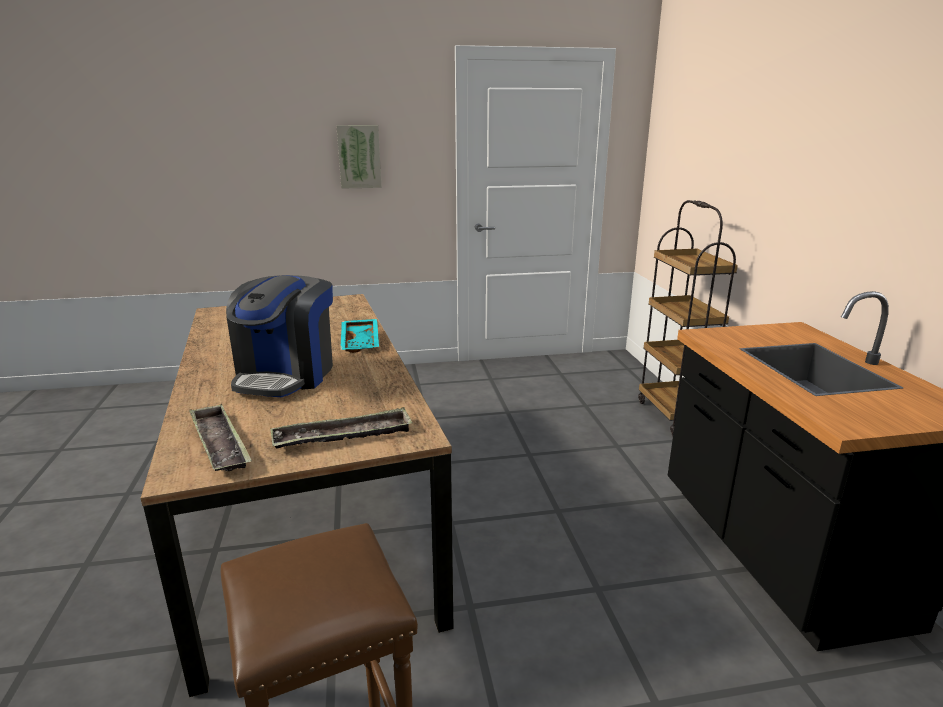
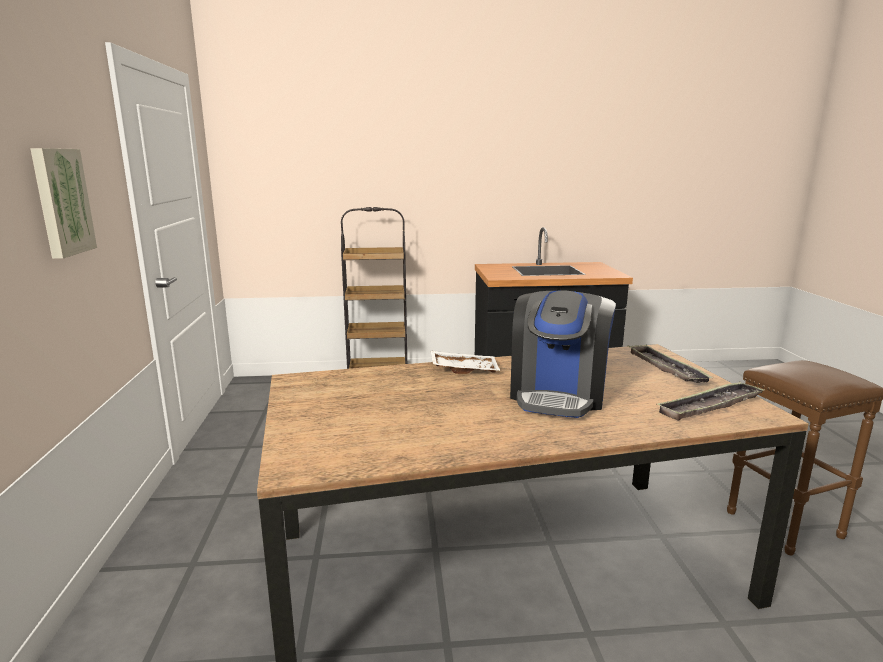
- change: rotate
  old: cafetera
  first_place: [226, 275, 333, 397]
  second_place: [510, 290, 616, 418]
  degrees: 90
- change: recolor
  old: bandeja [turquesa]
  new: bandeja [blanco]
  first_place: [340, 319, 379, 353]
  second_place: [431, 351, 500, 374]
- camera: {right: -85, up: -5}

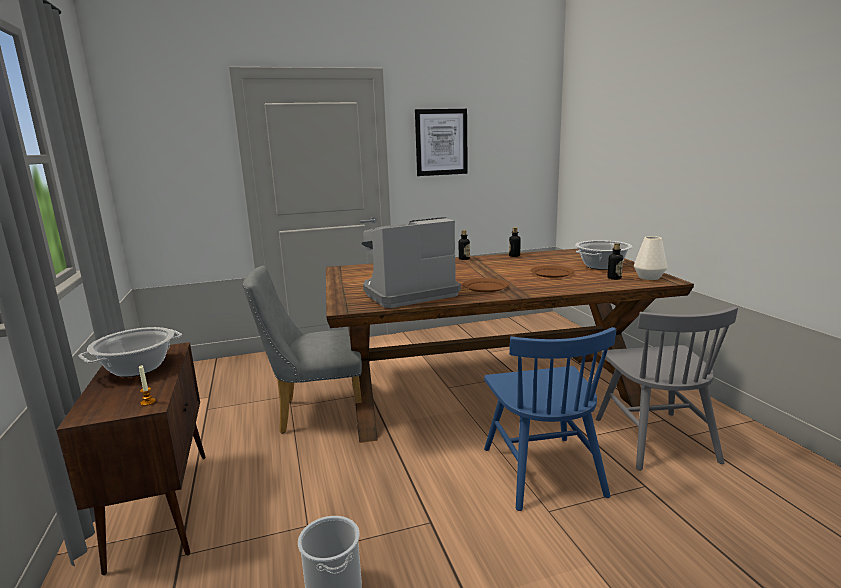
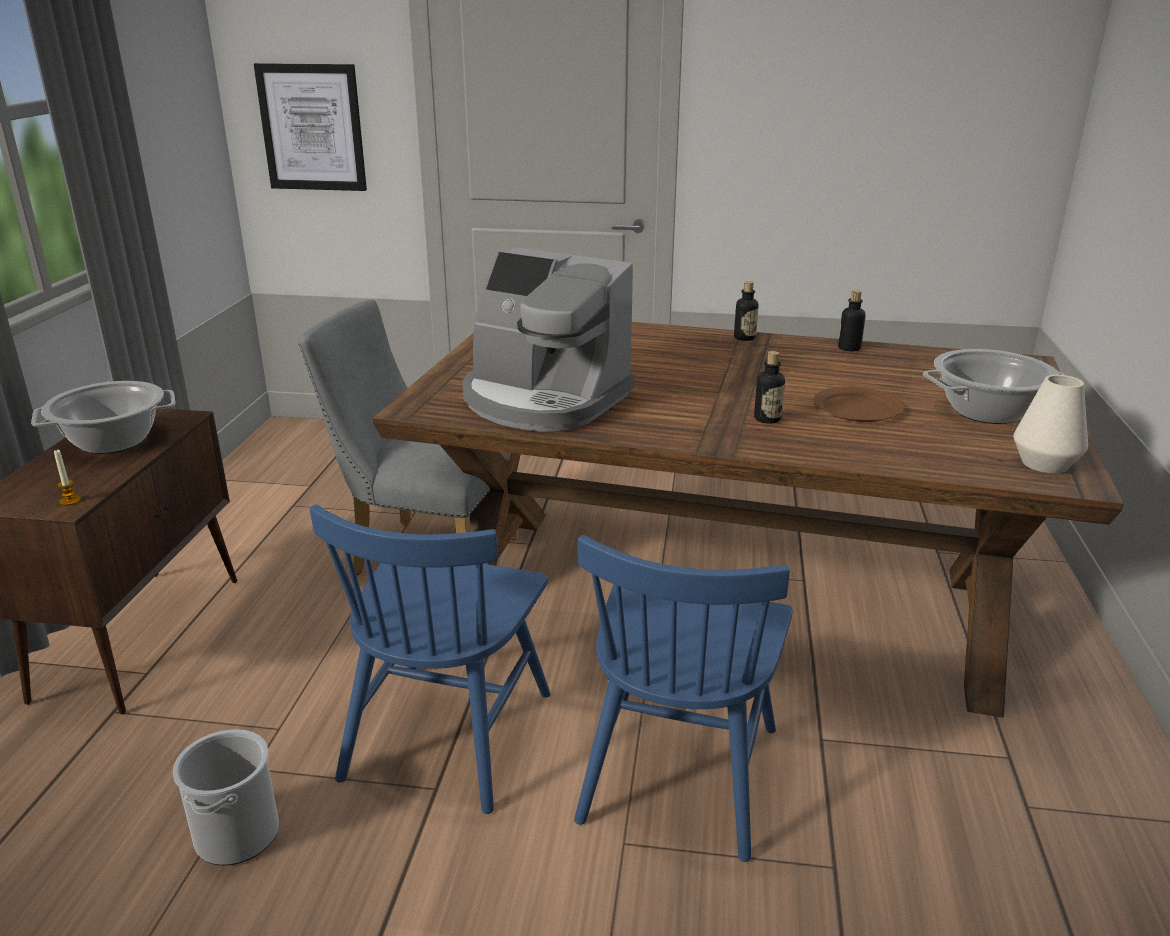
- change: rotate
  old: cafetera
  first_place: [361, 217, 461, 308]
  second_place: [462, 247, 634, 432]
  degrees: -150
- change: move
  old: cuadro
  first_place: [415, 109, 468, 176]
  second_place: [254, 63, 367, 191]
- change: delete
  old: plato [marrón]
  first_place: [463, 278, 509, 292]
- change: delete
  old: silla [gris]
  first_place: [596, 306, 738, 471]
- change: move
  old: botella
  first_place: [607, 243, 623, 280]
  second_place: [754, 351, 785, 423]
- change: insert
  new: silla [azul]
  second_place: [310, 504, 551, 814]
- camera: {right: 25, up: 10}

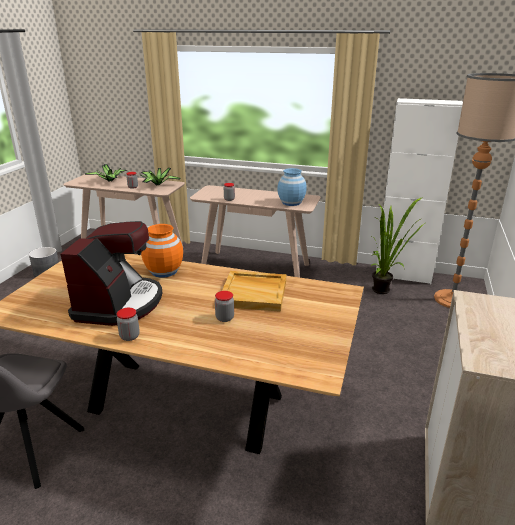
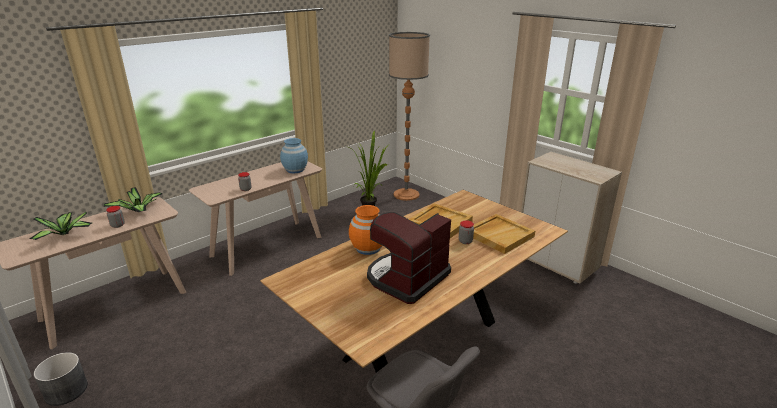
- change: rotate
  old: cafetera
  first_place: [60, 221, 163, 326]
  second_place: [367, 212, 451, 304]
  degrees: -90
- change: delete
  old: tarro
  first_place: [117, 308, 140, 341]
- change: delete
  old: armario [blanco]
  first_place: [376, 98, 463, 284]
- change: insert
  new: bandeja [beis]
  second_place: [473, 214, 535, 254]
- camera: {right: -60, up: 0}

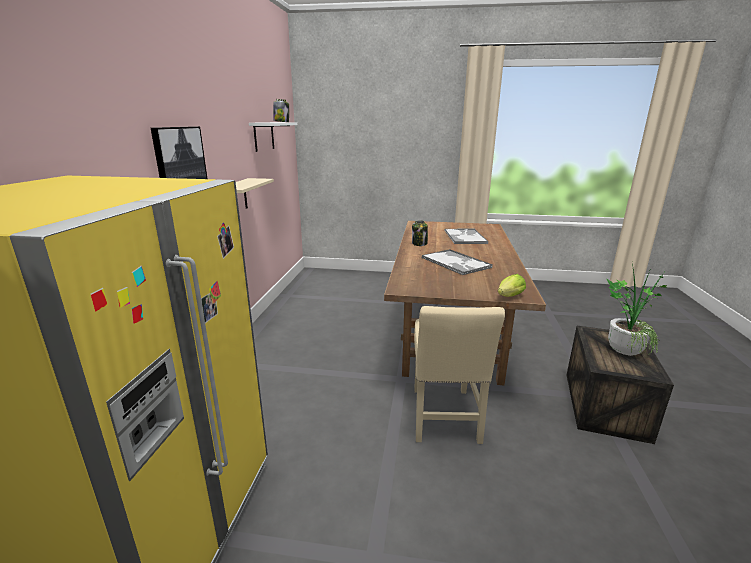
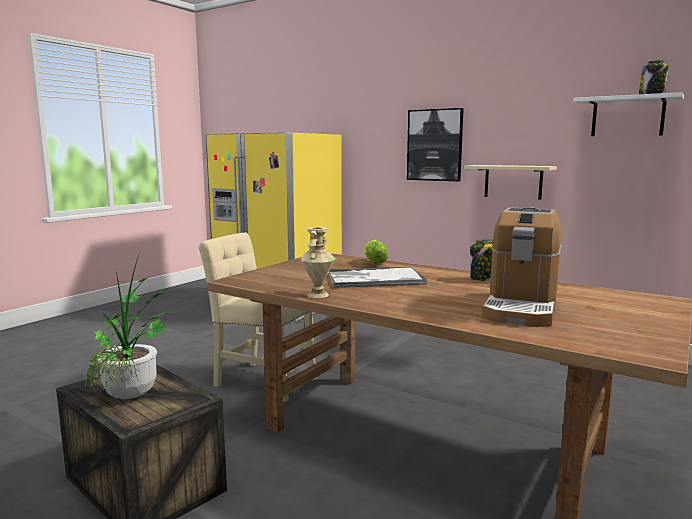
- change: replace
  old: bandeja
  new: cafetera
  first_place: [445, 229, 488, 244]
  second_place: [482, 207, 562, 327]
- change: move
  old: lechuga
  first_place: [498, 274, 526, 297]
  second_place: [364, 240, 388, 264]
- change: insert
  new: florero [beis]
  second_place: [300, 227, 335, 298]
- camera: {right: 115, up: -10}

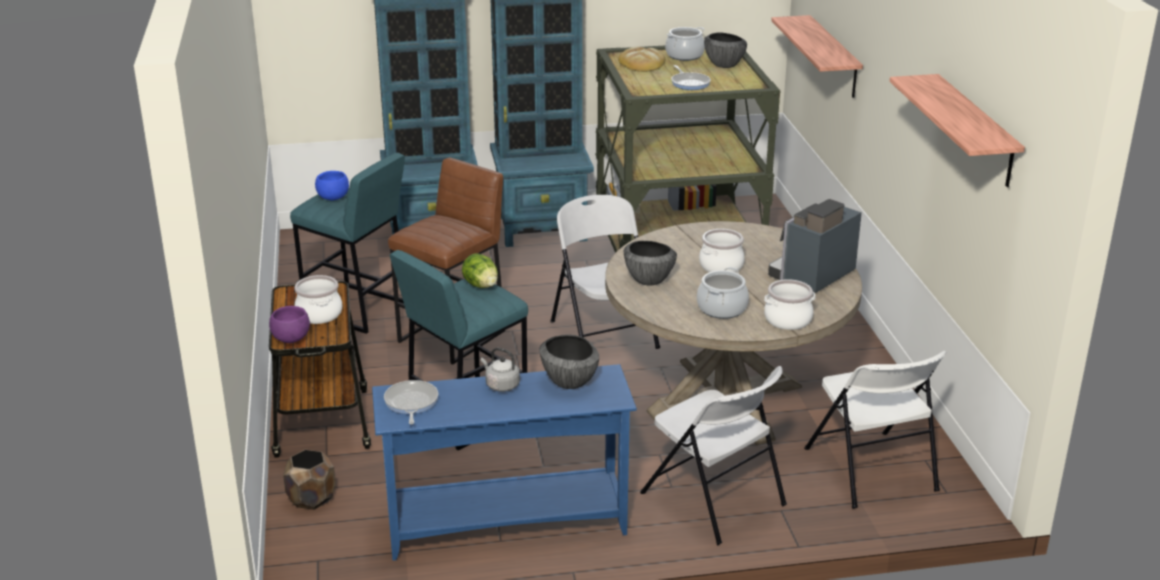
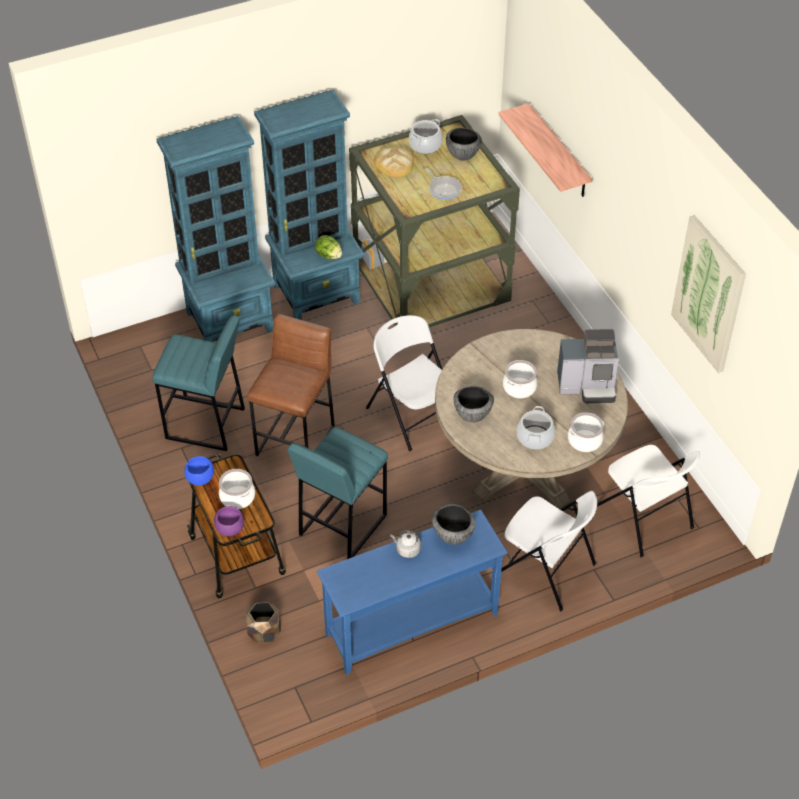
- change: move
  old: cuenco [azul]
  first_place: [315, 171, 349, 200]
  second_place: [184, 456, 214, 486]
- change: delete
  old: sartén
  first_place: [384, 380, 439, 425]
- change: move
  old: lechuga
  first_place: [462, 253, 498, 288]
  second_place: [315, 235, 342, 259]
- change: rotate
  old: cafetera
  first_place: [768, 199, 862, 293]
  second_place: [557, 329, 619, 403]
  degrees: -120
- change: replace
  old: estante
  new: cuadro
  first_place: [889, 74, 1025, 187]
  second_place: [671, 215, 746, 373]
- camera: {right: -15, up: 20}

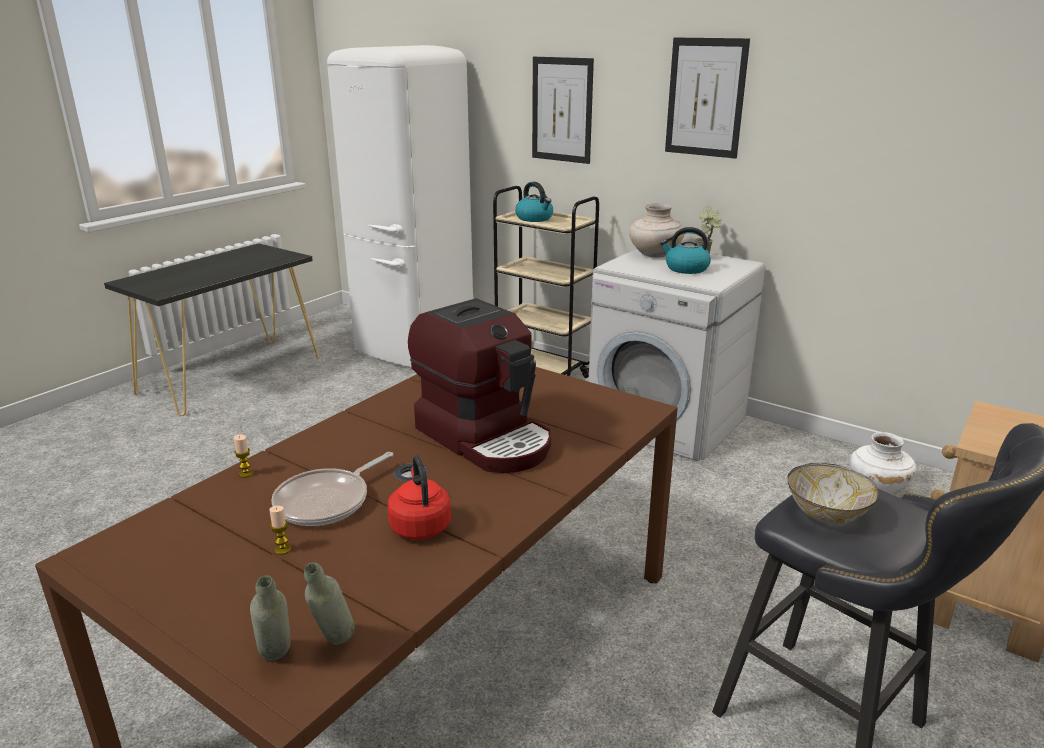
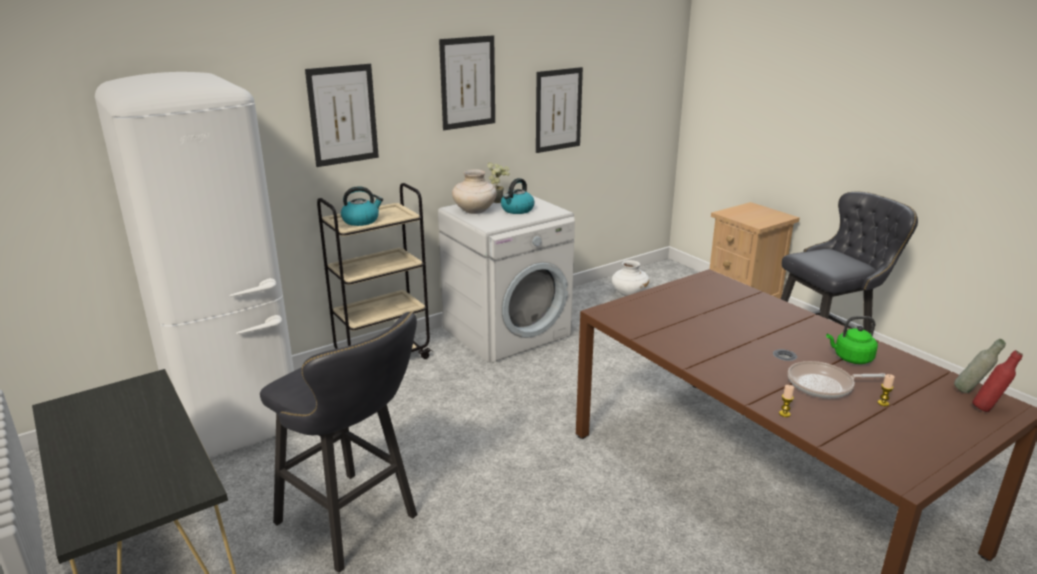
- change: recolor
  old: botella [gris]
  new: botella [rojo]
  first_place: [250, 575, 291, 660]
  second_place: [972, 350, 1023, 412]
- change: rotate
  old: sartén
  first_place: [271, 452, 393, 526]
  second_place: [788, 361, 886, 398]
  degrees: 120
- change: recolor
  old: hervidor [rojo]
  new: hervidor [verde]
  first_place: [388, 455, 451, 540]
  second_place: [826, 316, 878, 364]
- change: delete
  old: cafetera
  first_place: [408, 298, 551, 473]
- change: delete
  old: cuenco
  first_place: [788, 463, 878, 524]
- change: insert
  new: taburete [negro]
  second_place: [260, 311, 417, 573]
- change: insert
  new: cuadro
  second_place: [536, 67, 583, 153]
- camera: {right: -70, up: 0}

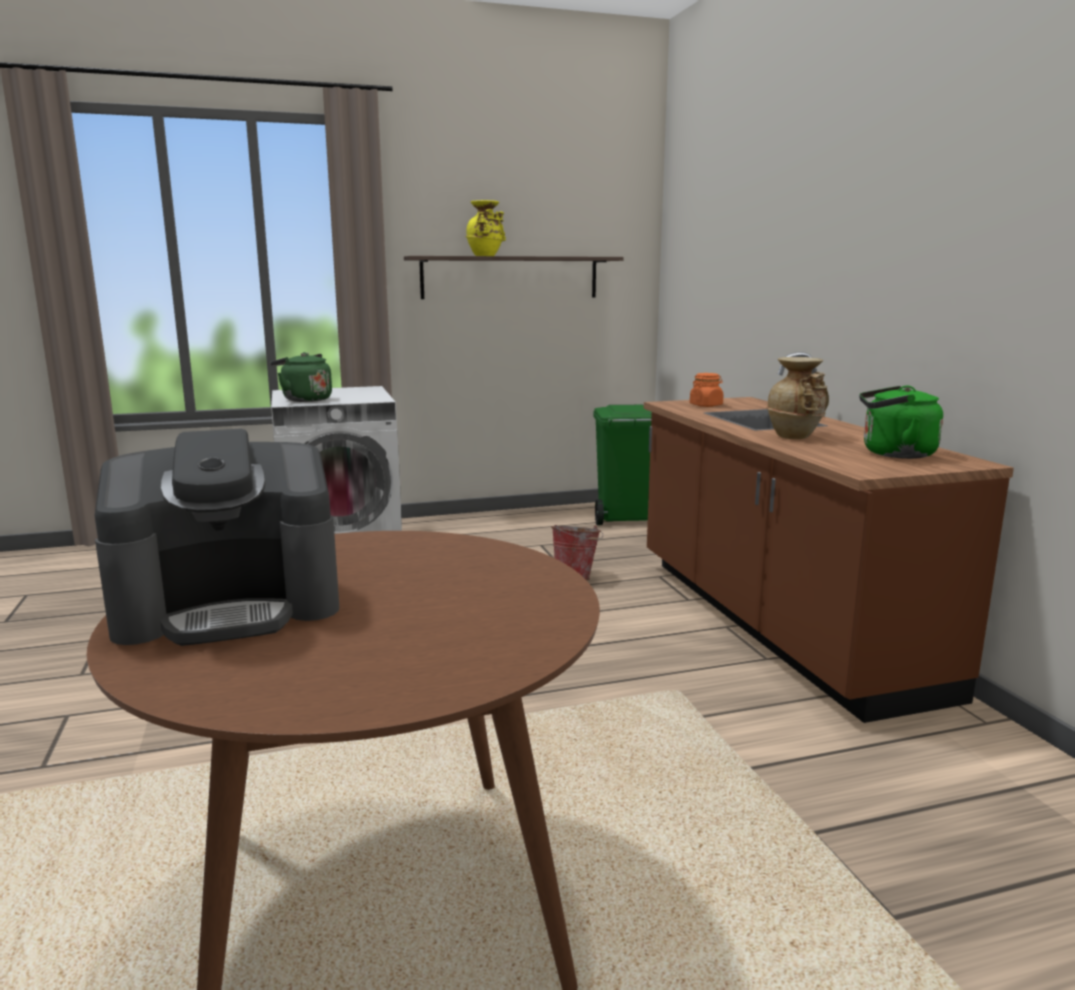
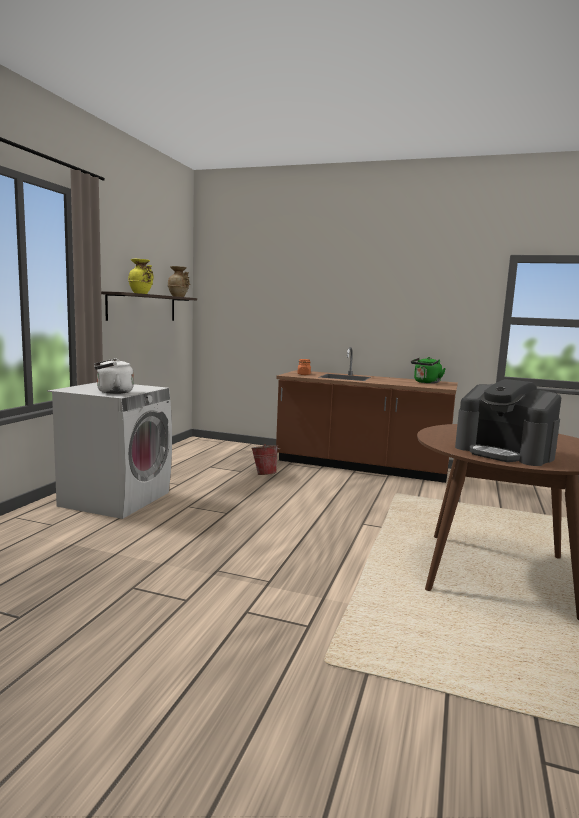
- change: rotate
  old: cafetera
  first_place: [94, 429, 339, 646]
  second_place: [455, 379, 561, 466]
  degrees: 120
- change: recolor
  old: hervidor [verde]
  new: hervidor [blanco]
  first_place: [270, 352, 332, 402]
  second_place: [94, 358, 134, 394]
- change: delete
  old: papelera [verde]
  first_place: [593, 405, 652, 525]
- change: move
  old: florero [beis]
  first_place: [766, 357, 829, 439]
  second_place: [168, 266, 190, 297]
- camera: {right: -55, up: -5}

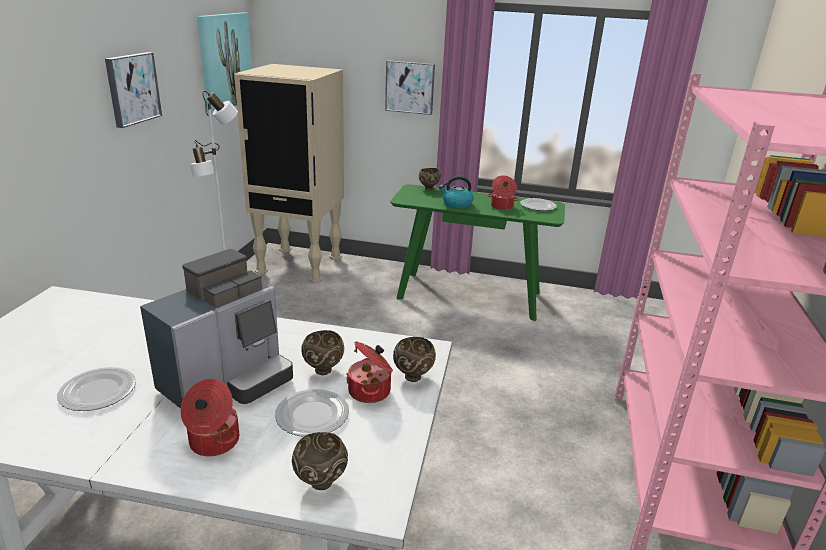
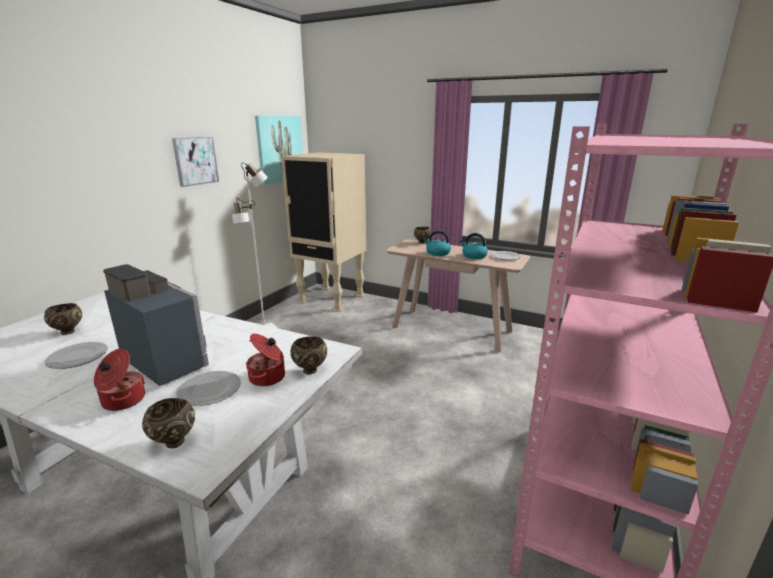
- change: rotate
  old: cafetera
  first_place: [140, 249, 293, 409]
  second_place: [103, 264, 209, 386]
  degrees: -105
- change: move
  old: cuenco [marrón]
  first_place: [301, 330, 344, 375]
  second_place: [44, 303, 82, 335]
- change: delete
  old: cuadro
  first_place: [385, 61, 435, 115]
- change: recolor
  old: mesa consola [verde]
  new: mesa consola [beis]
  first_place: [390, 184, 565, 321]
  second_place: [386, 240, 530, 353]
- change: replace
  old: olla
  new: hervidor
  first_place: [487, 175, 519, 210]
  second_place: [460, 233, 488, 259]
- camera: {right: 15, up: -5}

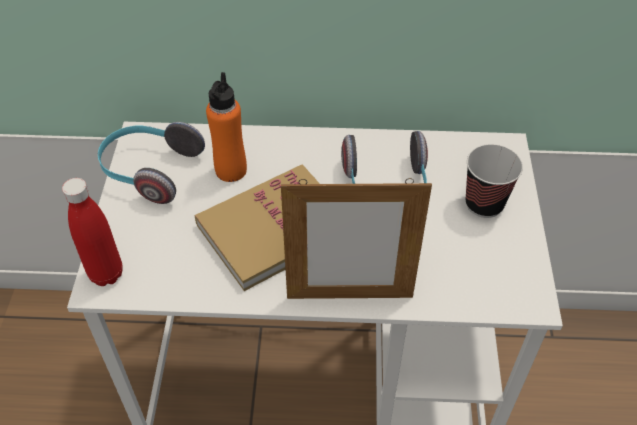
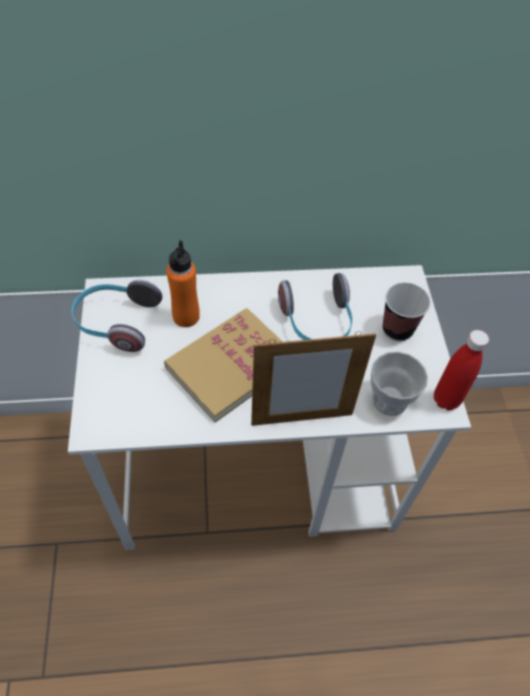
- change: move
  old: botella [rojo]
  first_place: [62, 178, 123, 286]
  second_place: [434, 330, 489, 410]
- change: insert
  new: taza
  second_place: [370, 352, 428, 416]
- camera: {right: -10, up: 5}

